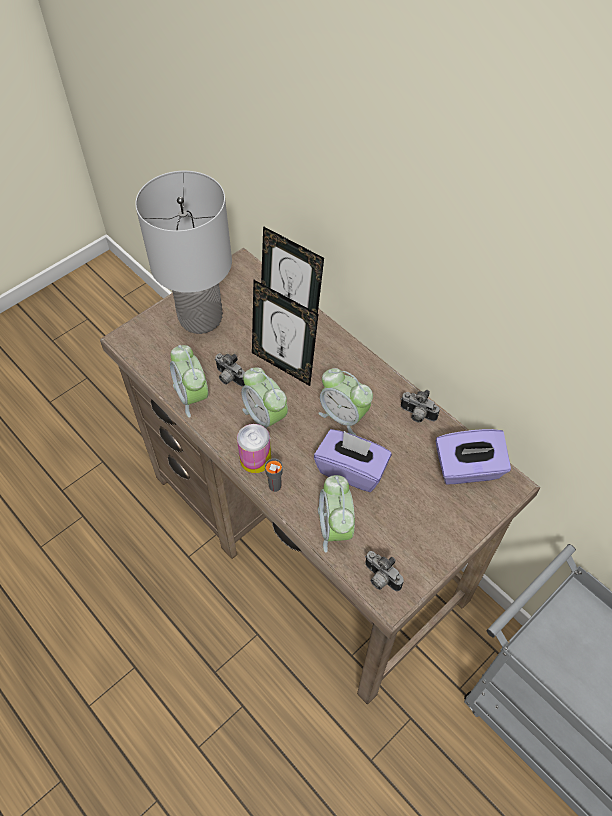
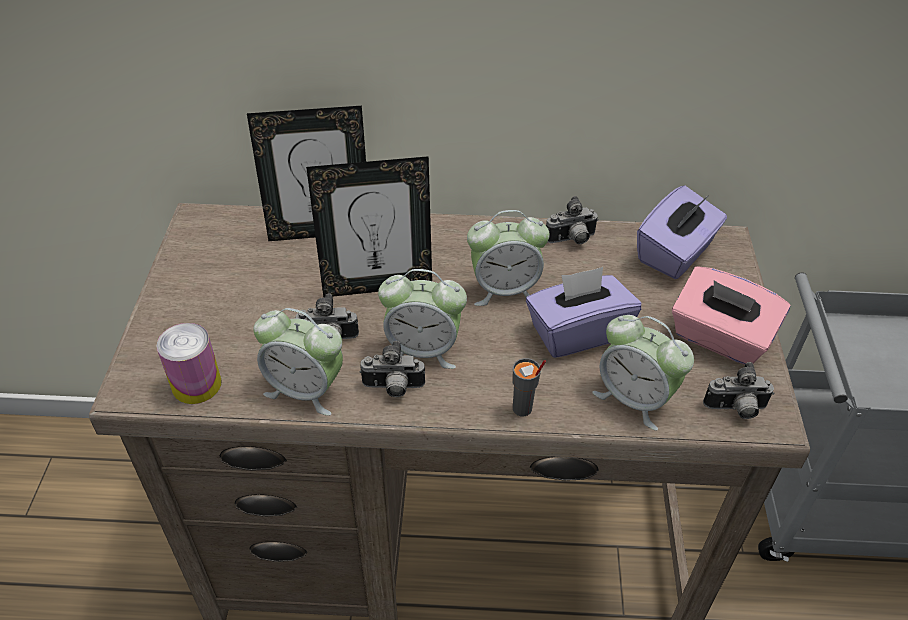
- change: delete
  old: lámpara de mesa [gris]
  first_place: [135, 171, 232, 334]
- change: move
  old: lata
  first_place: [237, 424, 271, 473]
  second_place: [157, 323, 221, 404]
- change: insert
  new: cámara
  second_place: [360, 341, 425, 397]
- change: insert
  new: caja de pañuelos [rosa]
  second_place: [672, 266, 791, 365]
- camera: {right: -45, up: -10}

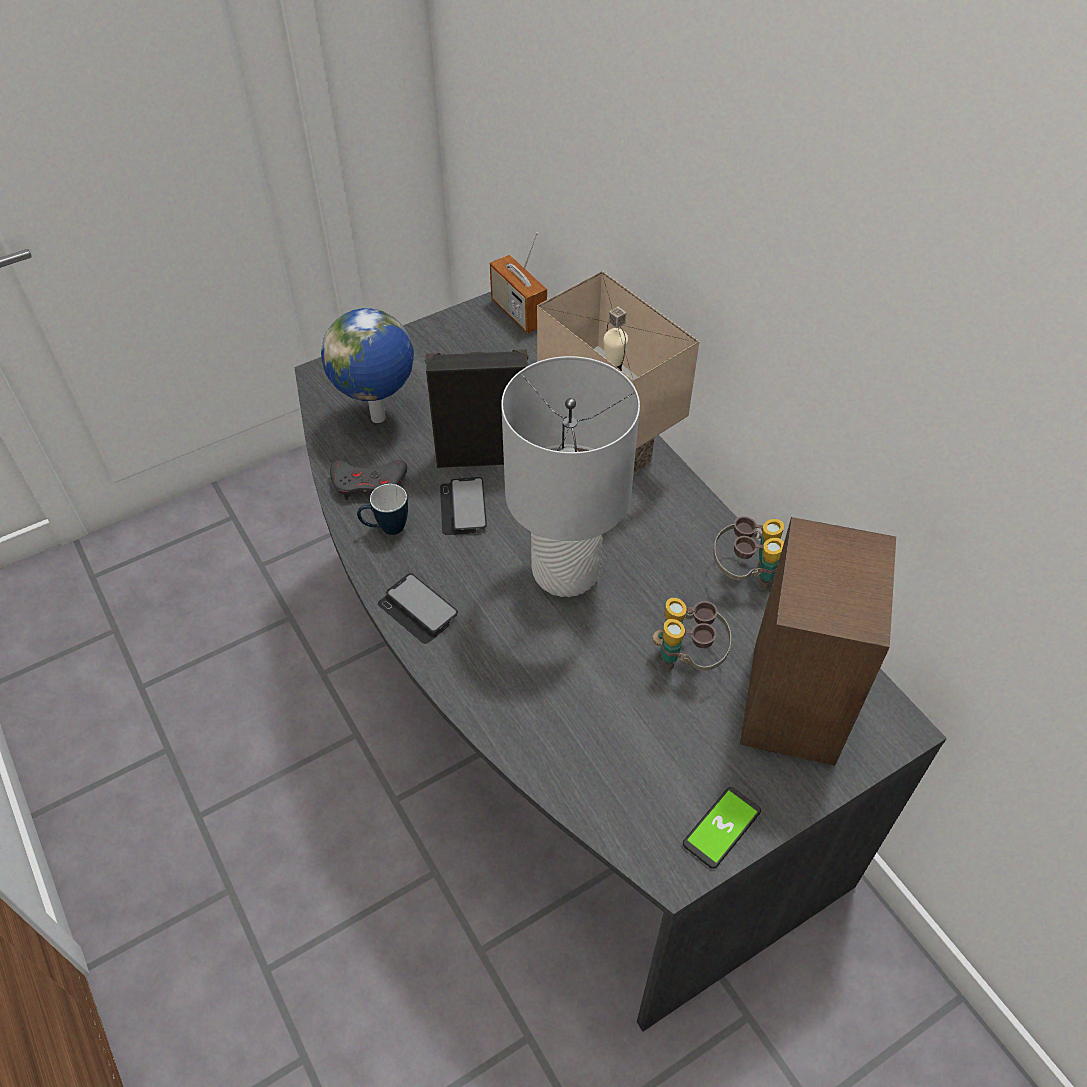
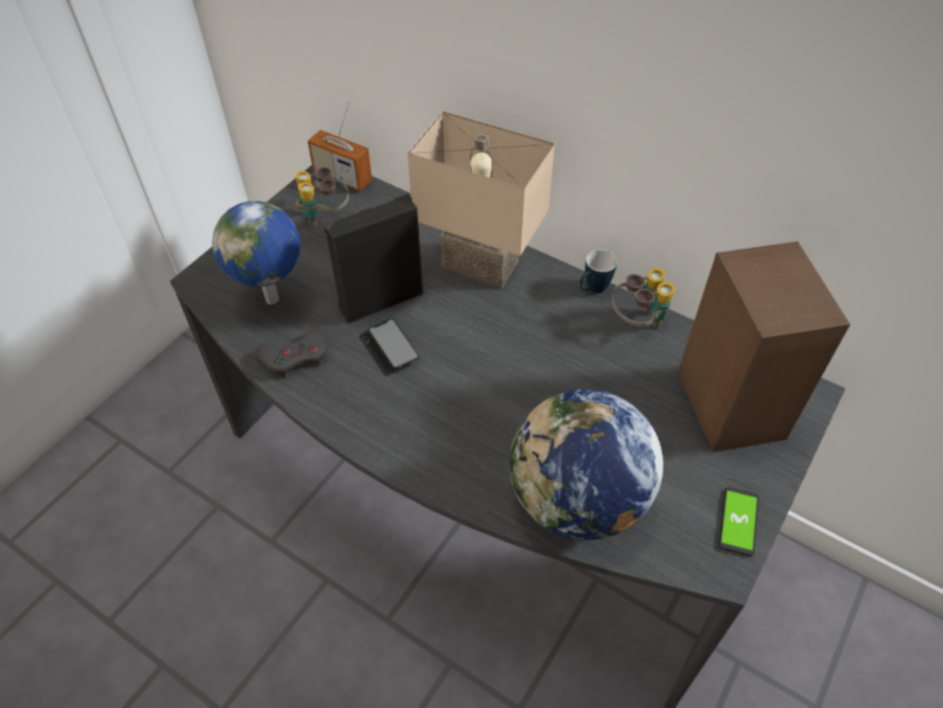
- change: move
  old: taza grande
  first_place: [357, 484, 408, 535]
  second_place: [580, 249, 617, 293]
- change: delete
  old: móvil
  first_place: [378, 573, 458, 644]
- change: delete
  old: lámpara de mesa [gris]
  first_place: [501, 356, 640, 597]
- change: move
  old: prismáticos
  first_place: [652, 598, 731, 671]
  second_place: [295, 167, 349, 227]
- change: insert
  new: globo terráqueo
  second_place: [510, 389, 663, 540]
- camera: {right: -25, up: 0}

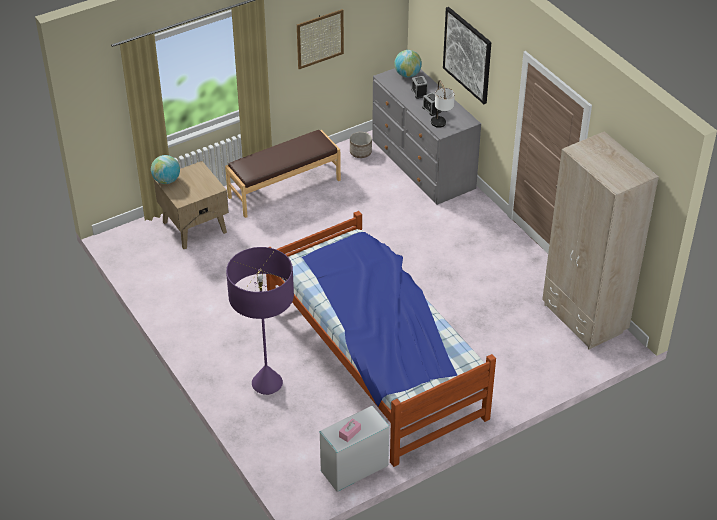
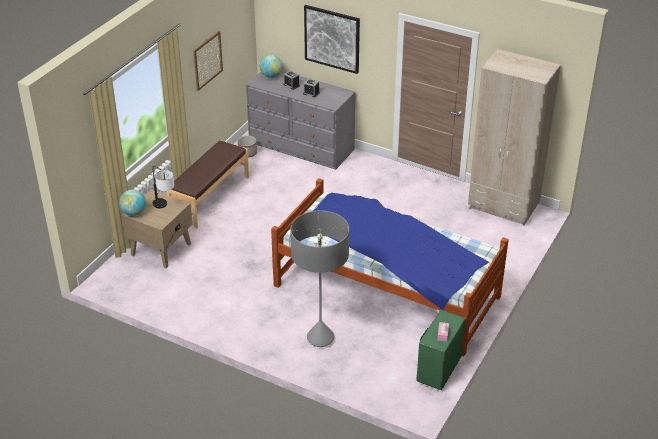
- change: recolor
  old: lámpara de pie [morado]
  new: lámpara de pie [gris]
  first_place: [226, 247, 294, 395]
  second_place: [290, 211, 349, 347]
- change: recolor
  old: mesita de noche [blanco]
  new: mesita de noche [verde]
  first_place: [320, 406, 389, 491]
  second_place: [416, 310, 466, 390]
- change: move
  old: lámpara de mesa
  first_place: [431, 80, 455, 128]
  second_place: [152, 165, 175, 208]
- camera: {right: -30, up: -5}

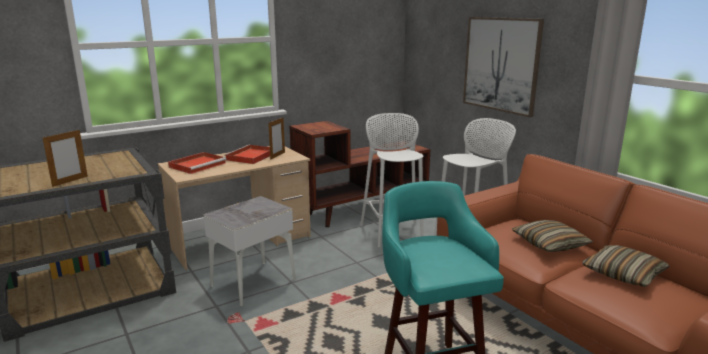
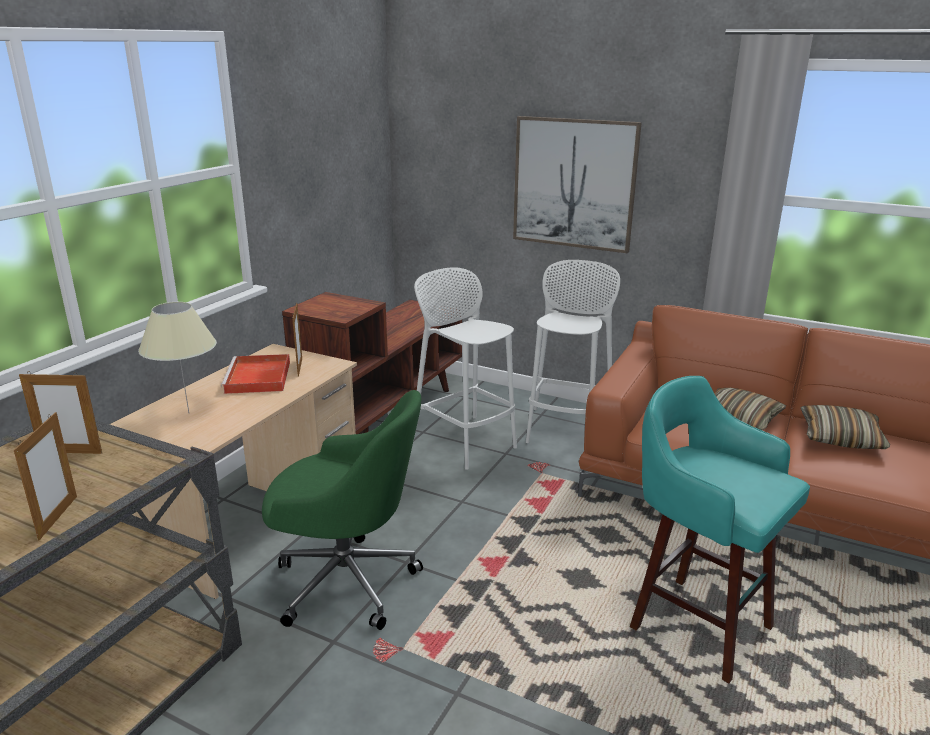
- change: replace
  old: bandeja [rojo]
  new: lámpara de mesa [beis]
  first_place: [168, 152, 226, 174]
  second_place: [138, 302, 217, 413]
- change: replace
  old: mesa auxiliar
  new: silla de oficina [verde]
  first_place: [204, 196, 296, 306]
  second_place: [262, 390, 423, 630]
- change: insert
  new: portarretratos
  second_place: [19, 371, 102, 454]
- camera: {right: -30, up: 5}

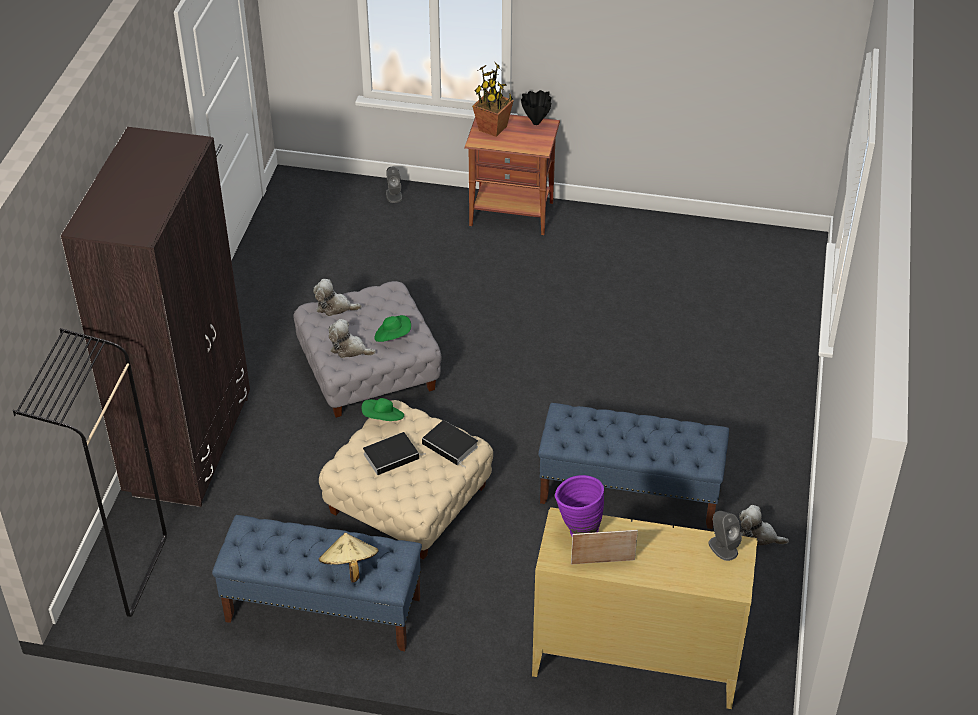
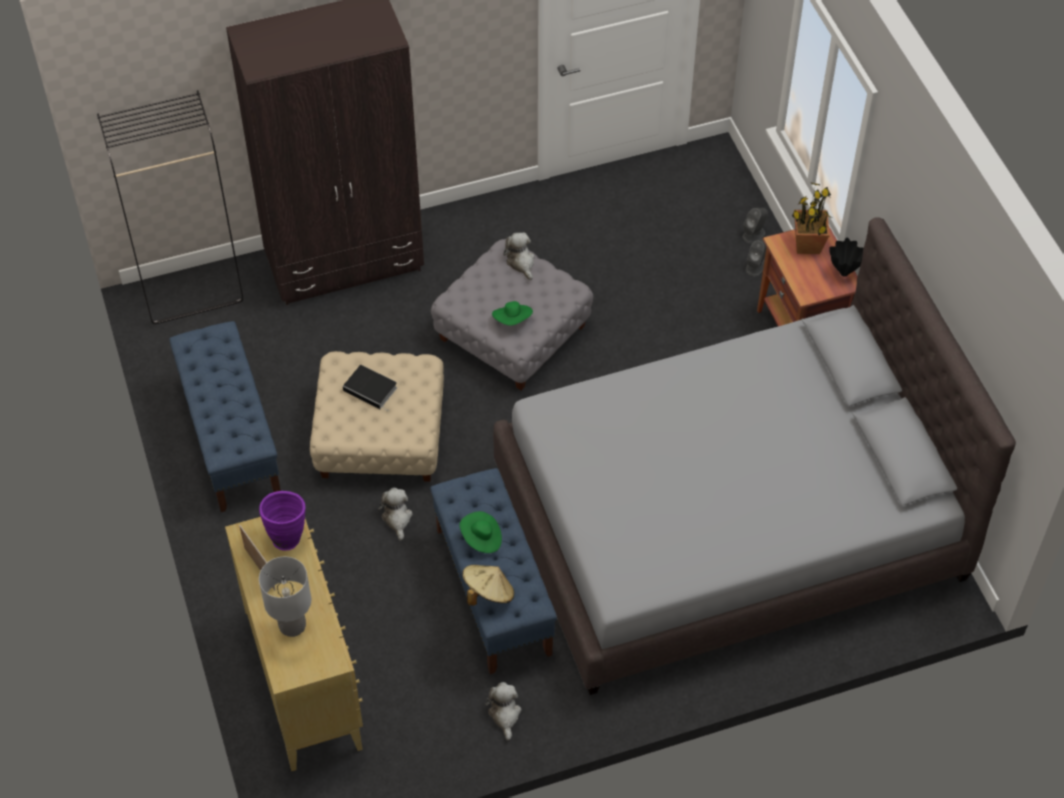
- change: move
  old: sombrero [beis]
  first_place: [319, 533, 379, 582]
  second_place: [462, 565, 514, 606]
- change: move
  old: peluche
  first_place: [329, 319, 376, 358]
  second_place: [378, 488, 413, 541]
- change: move
  old: sombrero [verde]
  first_place: [362, 398, 404, 421]
  second_place: [460, 511, 502, 553]
- change: delete
  old: libro
  first_place: [422, 420, 478, 468]
- change: move
  old: altavoz [gris]
  first_place: [709, 511, 742, 561]
  second_place: [746, 238, 767, 277]
- change: insert
  new: lámpara de mesa [gris]
  second_place: [259, 557, 311, 637]
- change: insert
  new: cama [gris]
  second_place: [493, 217, 1016, 695]
- camera: {right: 60, up: 10}

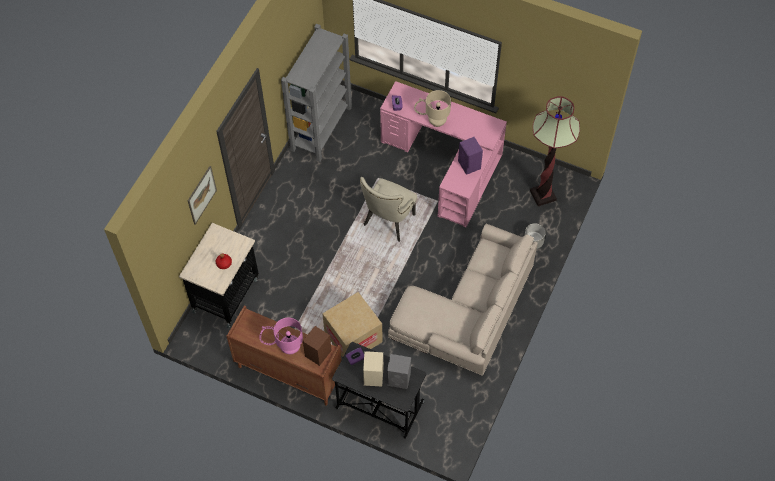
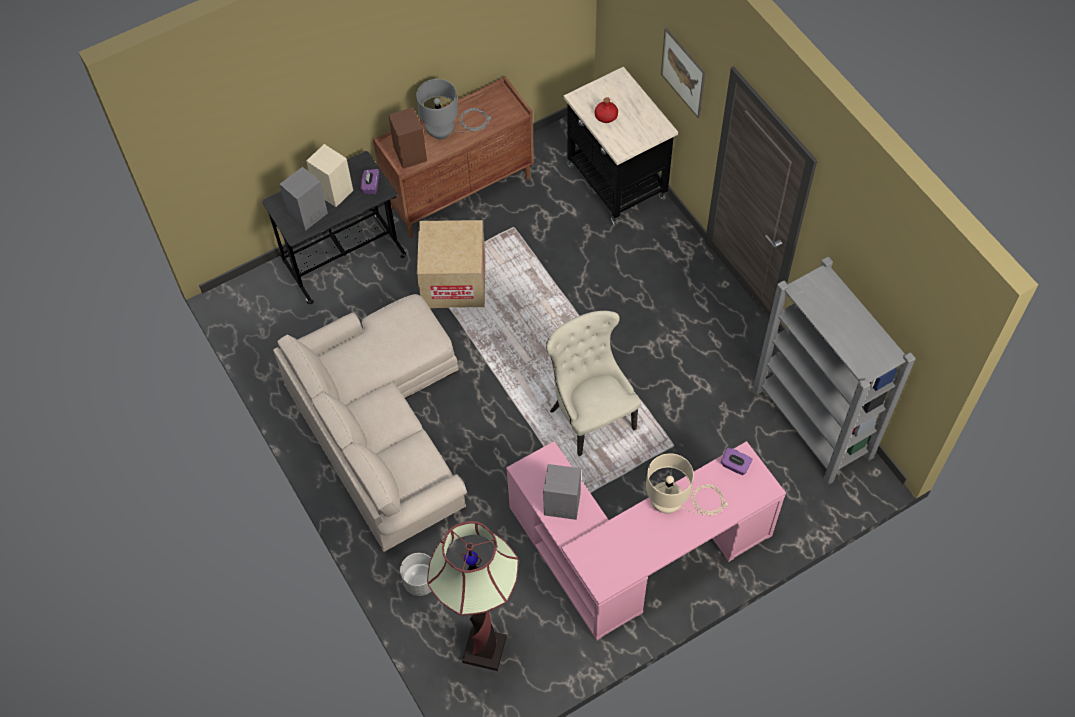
- change: recolor
  old: lámpara de mesa [rosa]
  new: lámpara de mesa [gris]
  first_place: [260, 318, 303, 354]
  second_place: [416, 79, 492, 139]
- change: recolor
  old: altavoz [morado]
  new: altavoz [gris]
  first_place: [458, 137, 483, 175]
  second_place: [543, 464, 581, 520]
- camera: {right: 125, up: 0}

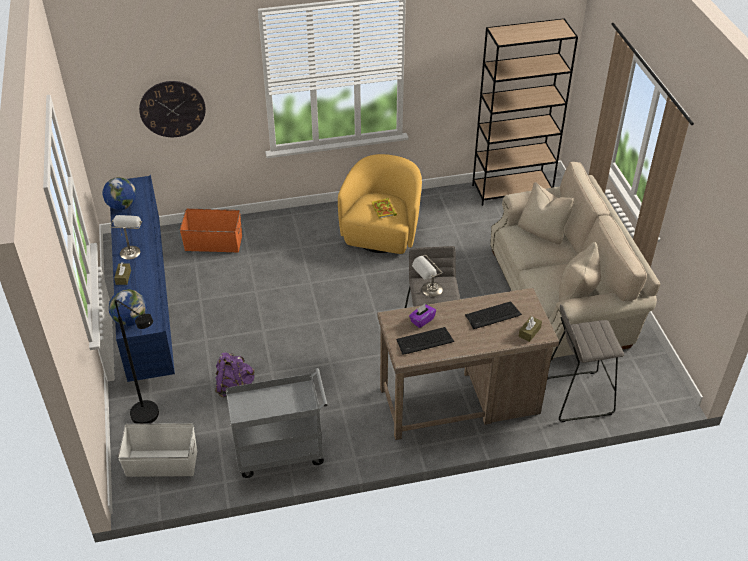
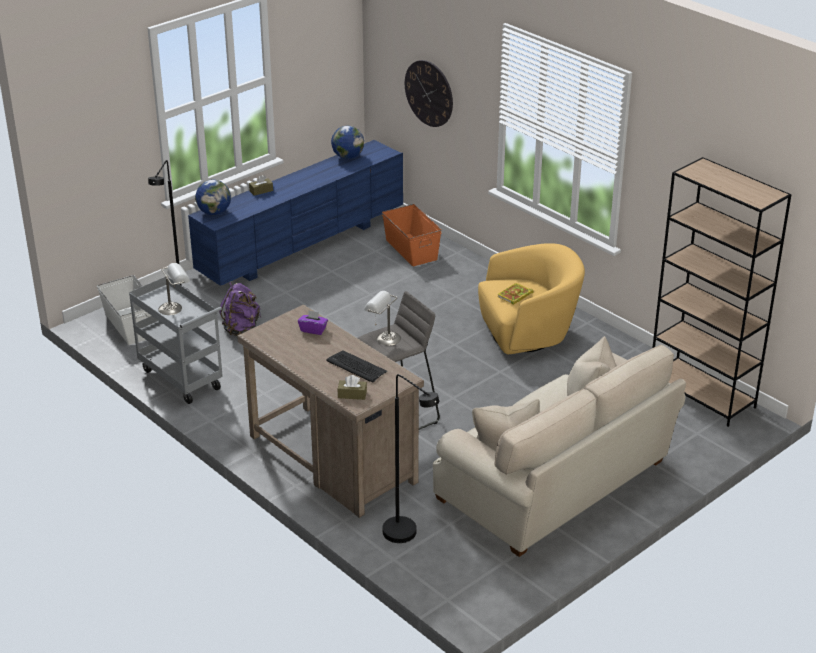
- change: move
  old: lámpara de mesa [blanco]
  first_place: [110, 215, 142, 259]
  second_place: [158, 263, 190, 315]
- change: delete
  old: teclado
  first_place: [396, 327, 454, 355]
- change: replace
  old: taburete [gris]
  new: lámpara de pie [negro]
  first_place: [547, 304, 624, 422]
  second_place: [383, 374, 439, 543]
- camera: {right: 60, up: -10}

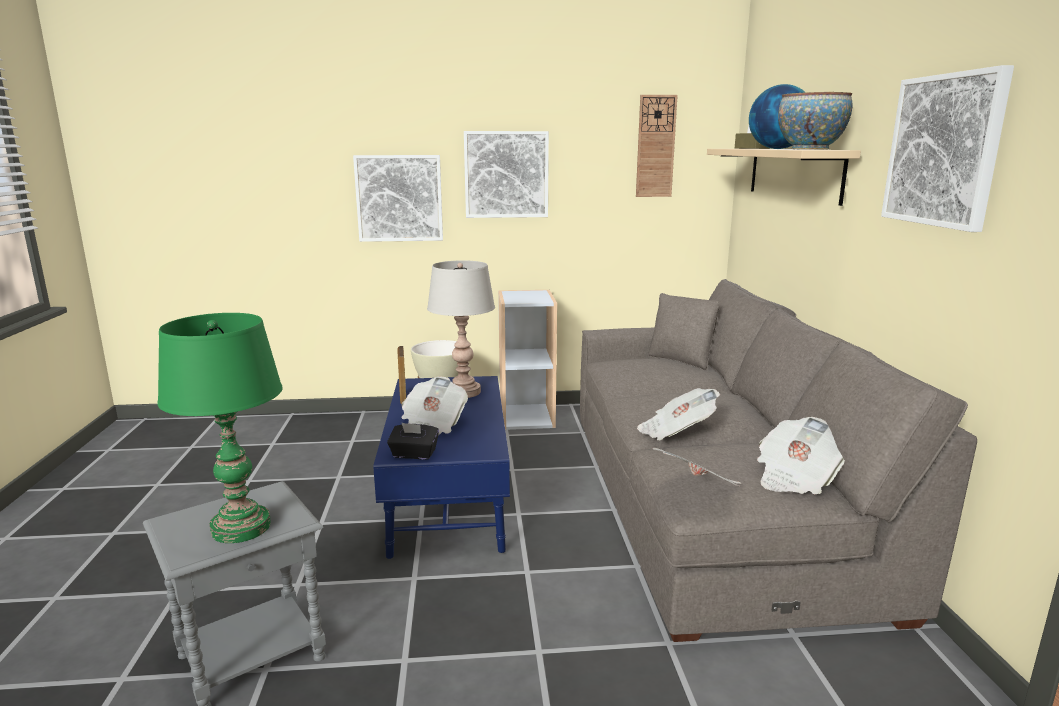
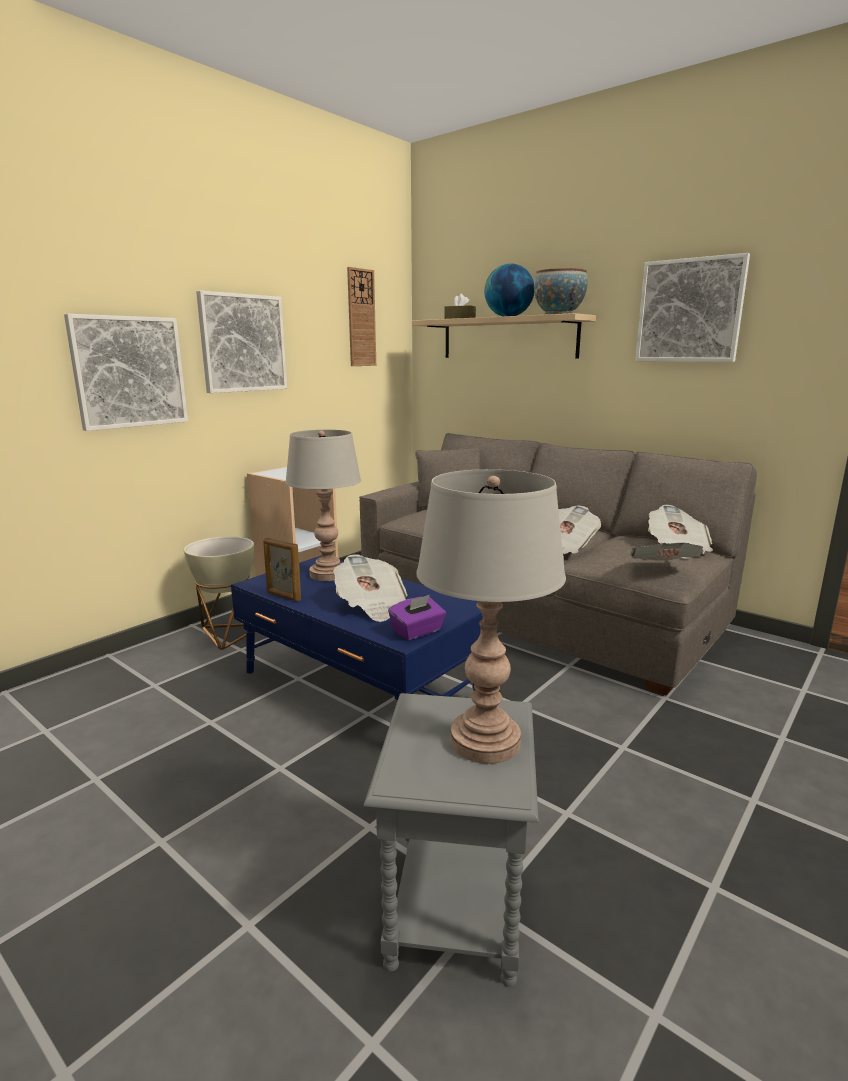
- change: recolor
  old: lámpara de mesa [verde]
  new: lámpara de mesa [gris]
  first_place: [157, 313, 283, 543]
  second_place: [416, 469, 566, 764]
- change: recolor
  old: caja de pañuelos [negro]
  new: caja de pañuelos [morado]
  first_place: [387, 423, 439, 460]
  second_place: [388, 595, 446, 640]
- camera: {right: -45, up: 0}

